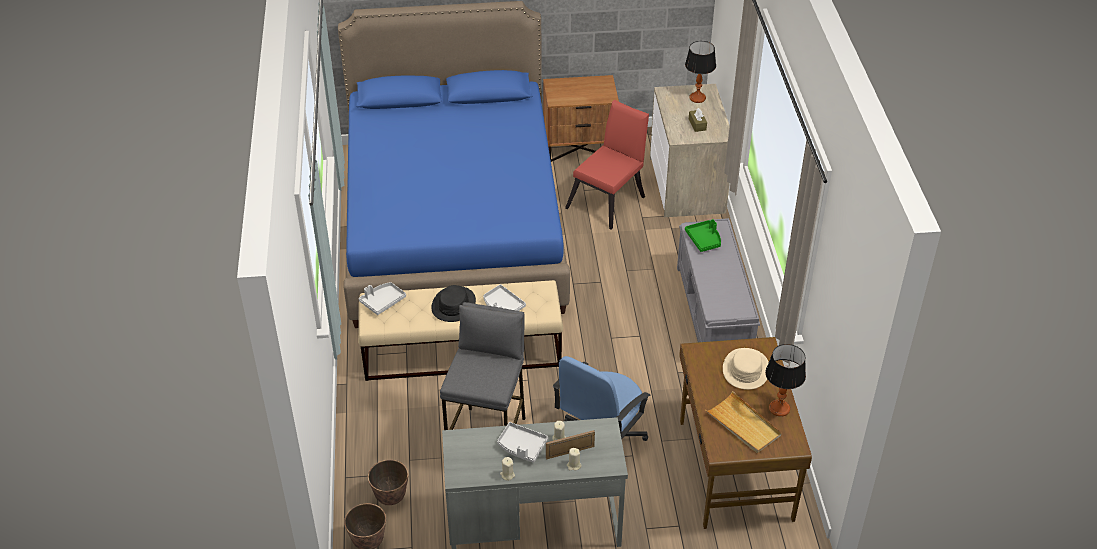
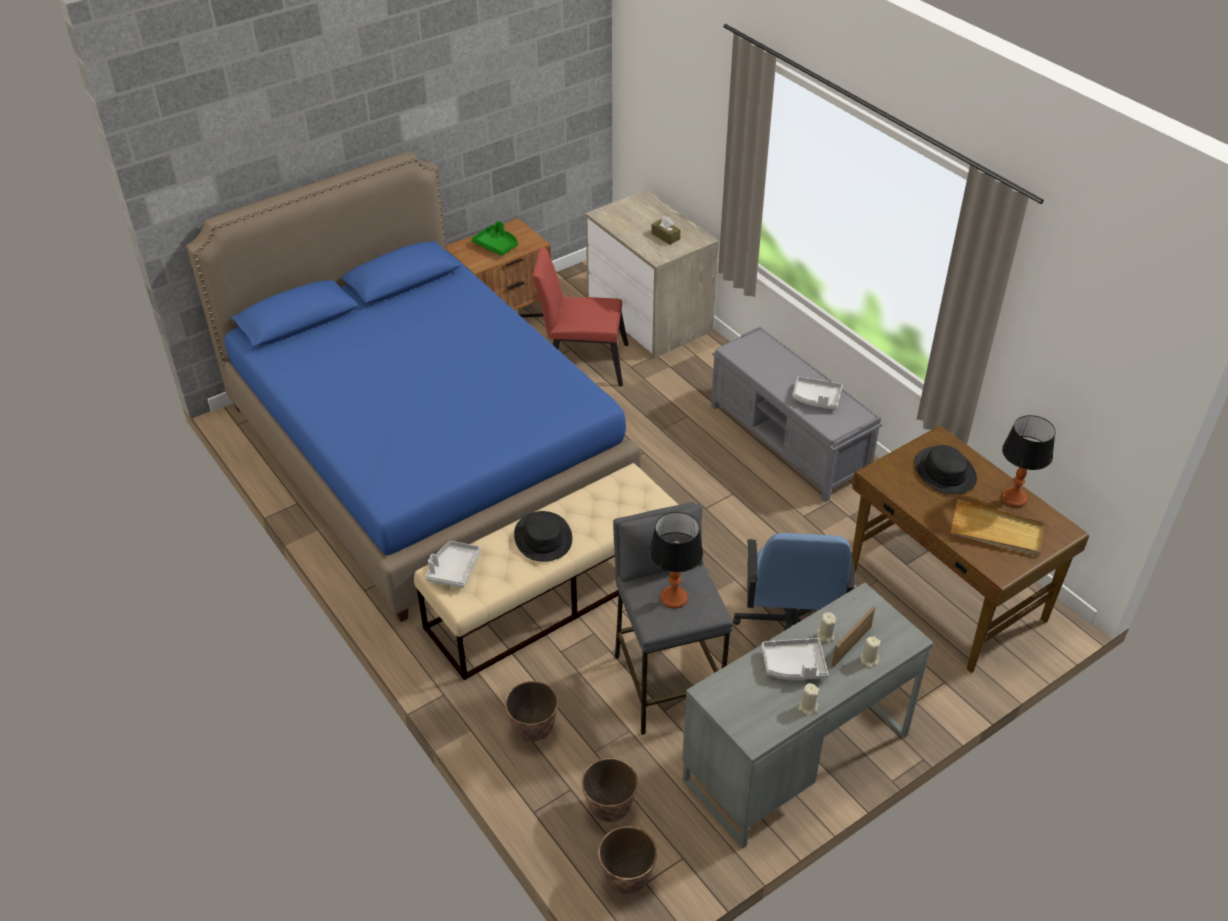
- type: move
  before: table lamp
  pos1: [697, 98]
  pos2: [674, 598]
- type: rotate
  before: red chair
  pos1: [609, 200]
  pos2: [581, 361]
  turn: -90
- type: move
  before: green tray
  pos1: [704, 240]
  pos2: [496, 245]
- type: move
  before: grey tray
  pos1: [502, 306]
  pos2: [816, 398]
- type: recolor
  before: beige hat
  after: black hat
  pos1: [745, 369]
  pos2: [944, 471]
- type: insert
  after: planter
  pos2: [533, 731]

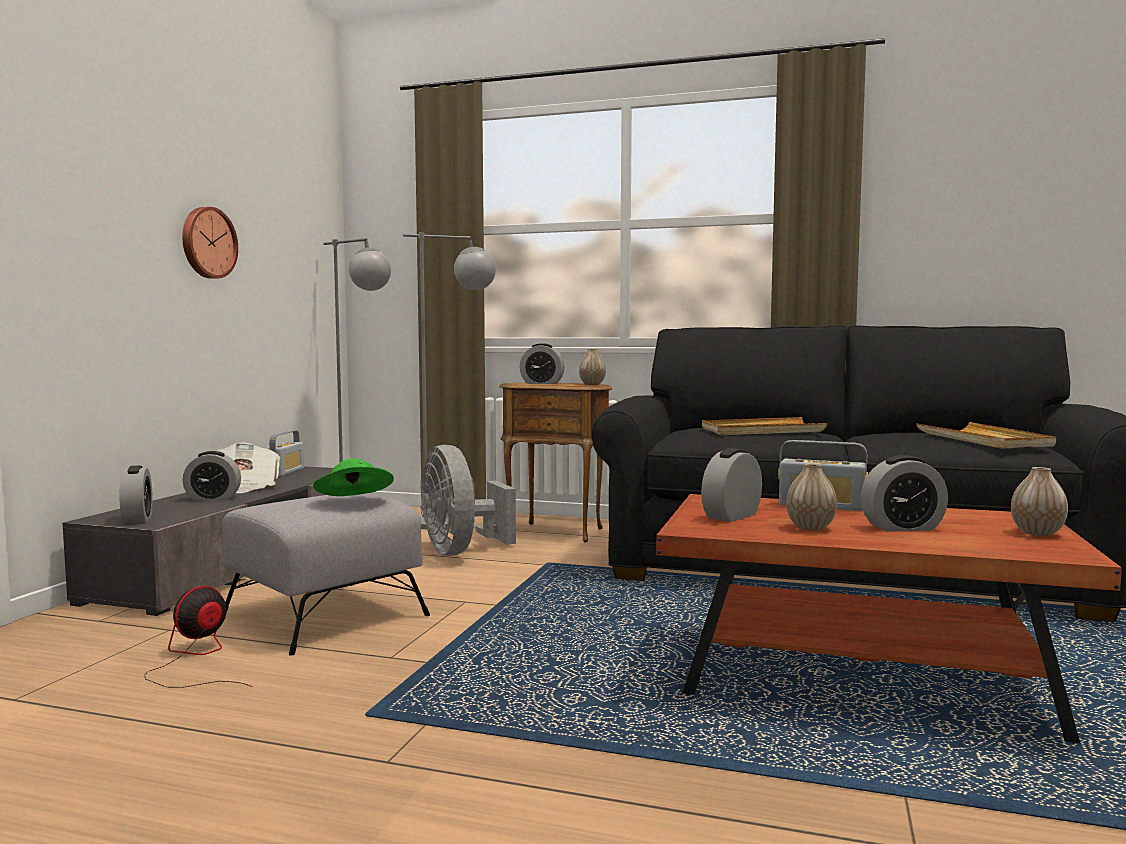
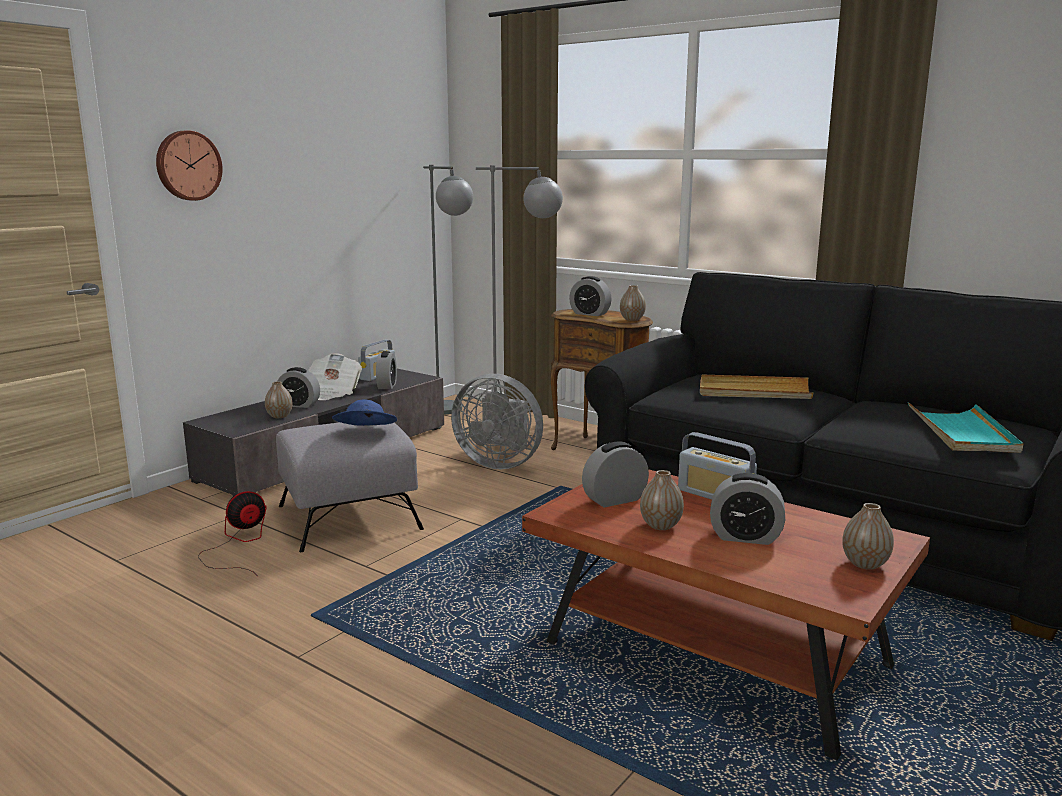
- type: move
  before: wall clock
  pos1: [207, 243]
  pos2: [187, 165]
- type: recolor
  before: beige tray
  after: turquoise tray
  pos1: [983, 440]
  pos2: [962, 432]
- type: rotate
  before: grey fan
  pos1: [460, 551]
  pos2: [499, 463]
  turn: -60
- type: recolor
  before: green hat
  after: blue hat
  pos1: [353, 501]
  pos2: [364, 433]
- type: move
  before: alarm clock
  pos1: [137, 519]
  pos2: [387, 386]
- type: insert
  after: vase
  pos2: [279, 416]

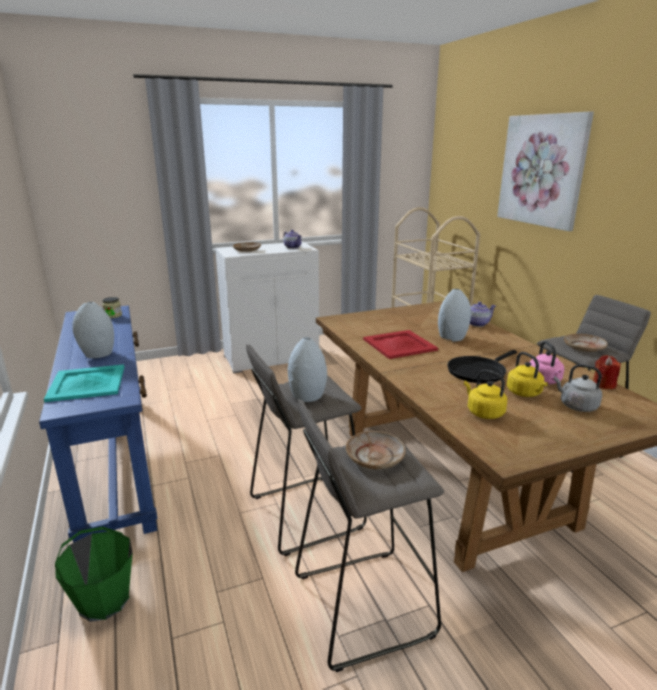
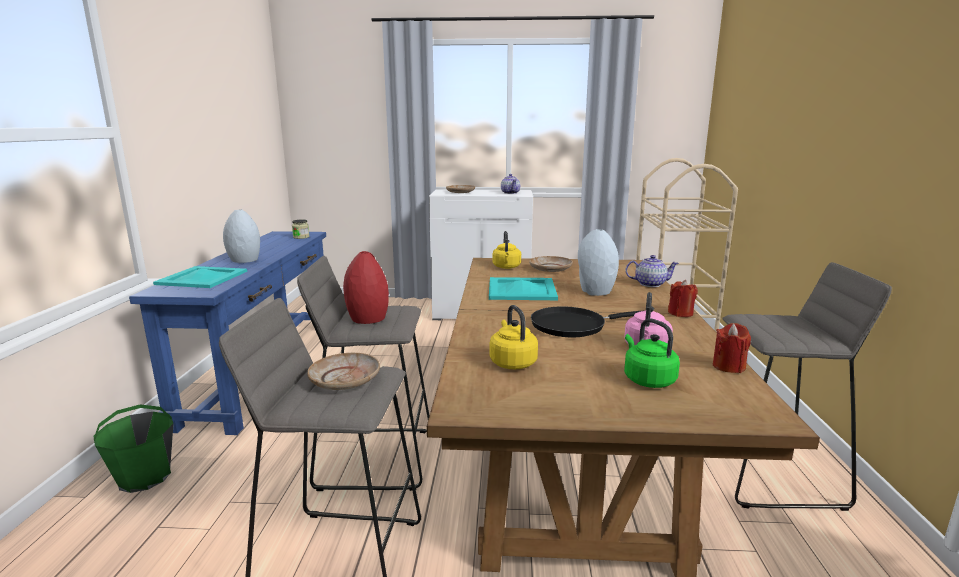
- type: delete
  before: picture
  pos1: [541, 170]
- type: recolor
  before: red tray
  after: turquoise tray
  pos1: [399, 344]
  pos2: [522, 289]
- type: move
  before: beige plate
  pos1: [584, 348]
  pos2: [550, 269]
- type: recolor
  before: grey vase
  after: red vase
  pos1: [306, 396]
  pos2: [367, 319]
- type: move
  before: yellow kettle
  pos1: [525, 393]
  pos2: [506, 267]
- type: recolor
  before: grey kettle
  after: green kettle
  pos1: [576, 406]
  pos2: [647, 379]
- type: insert
  after: red candle
  pos2: [680, 313]

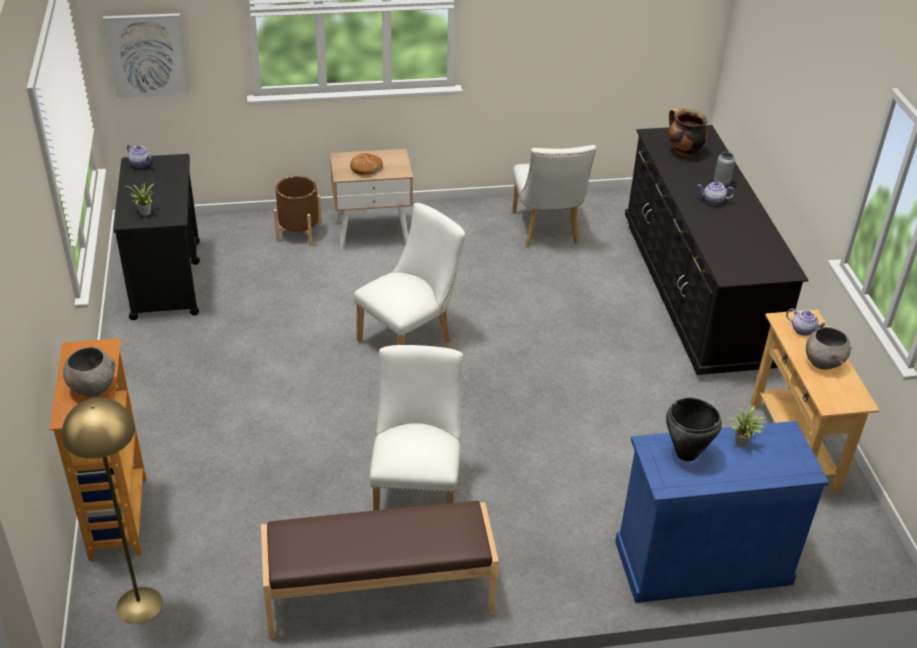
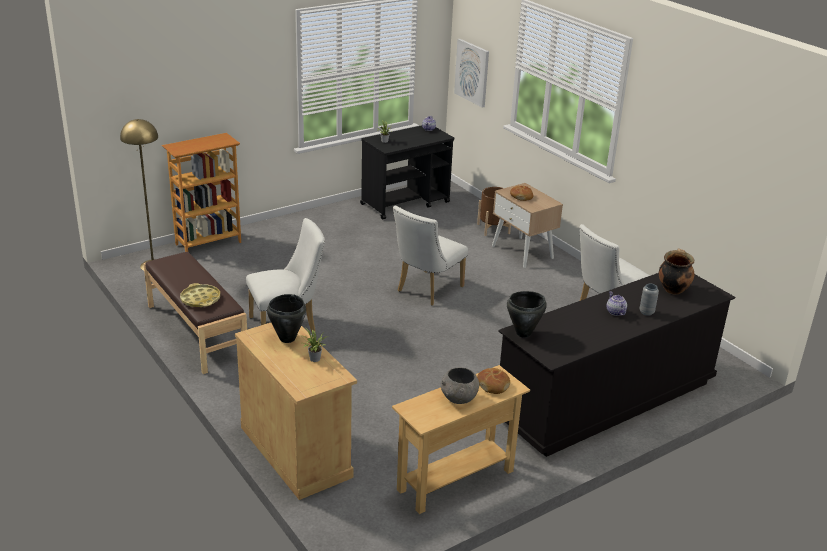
- type: rotate
  before: white chair
  pos1: [410, 339]
  pos2: [426, 290]
  turn: 105
- type: replace
  before: teapot
  after: bread
  pos1: [803, 330]
  pos2: [493, 385]
- type: delete
  before: grey bowl
  pos1: [93, 387]
- type: recolor
  before: blue cabinet
  after: beige cabinet
  pos1: [702, 562]
  pos2: [296, 451]
- type: insert
  after: yellow tray
  pos2: [200, 299]
- type: insert
  after: black cooking pot
  pos2: [523, 333]

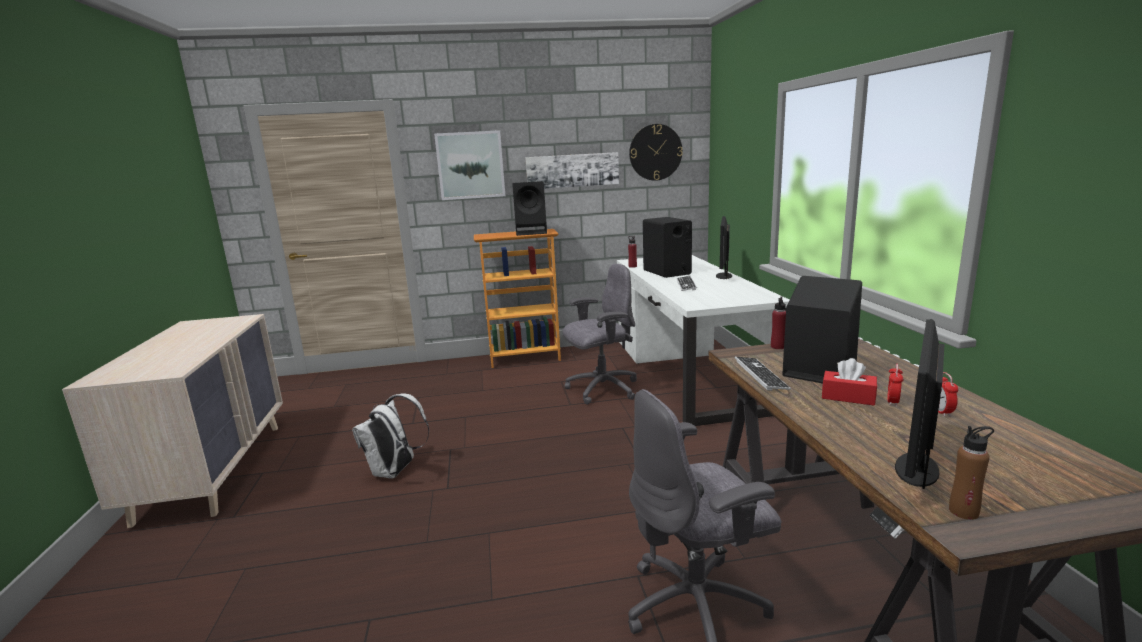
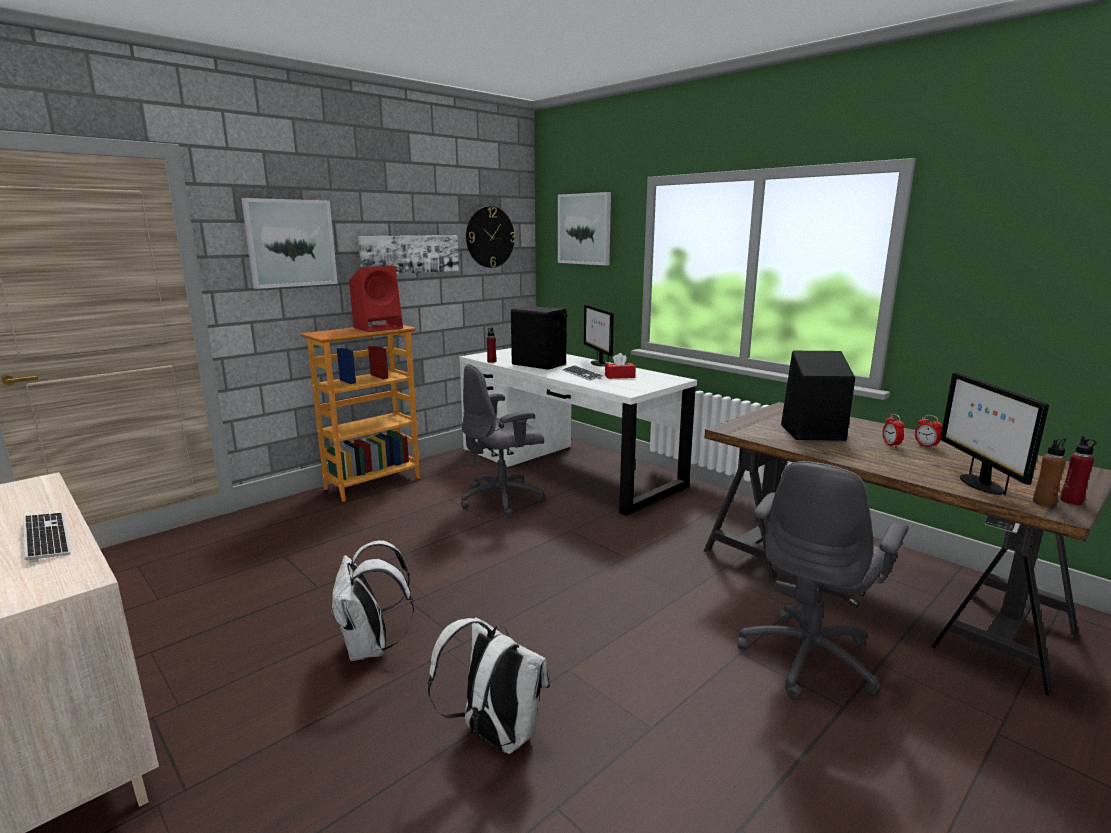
- type: recolor
  before: black speaker
  after: red speaker
  pos1: [532, 232]
  pos2: [379, 328]
- type: rotate
  before: grey office chair
  pos1: [601, 389]
  pos2: [503, 499]
  turn: -150
- type: move
  before: red bottle
  pos1: [777, 347]
  pos2: [1071, 501]
- type: move
  before: keyboard
  pos1: [760, 375]
  pos2: [46, 538]
- type: move
  before: red tissue box
  pos1: [848, 397]
  pos2: [619, 376]
- type: insert
  after: picture
  pos2: [584, 229]
- type: insert
  after: white backpack
  pos2: [494, 735]

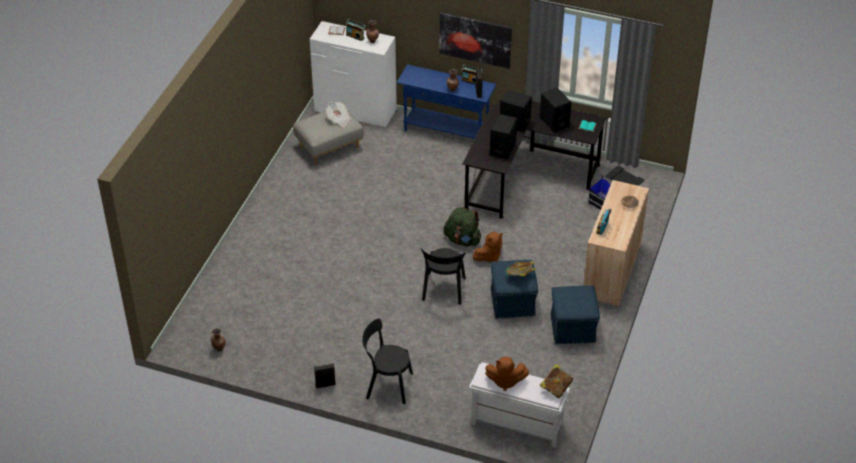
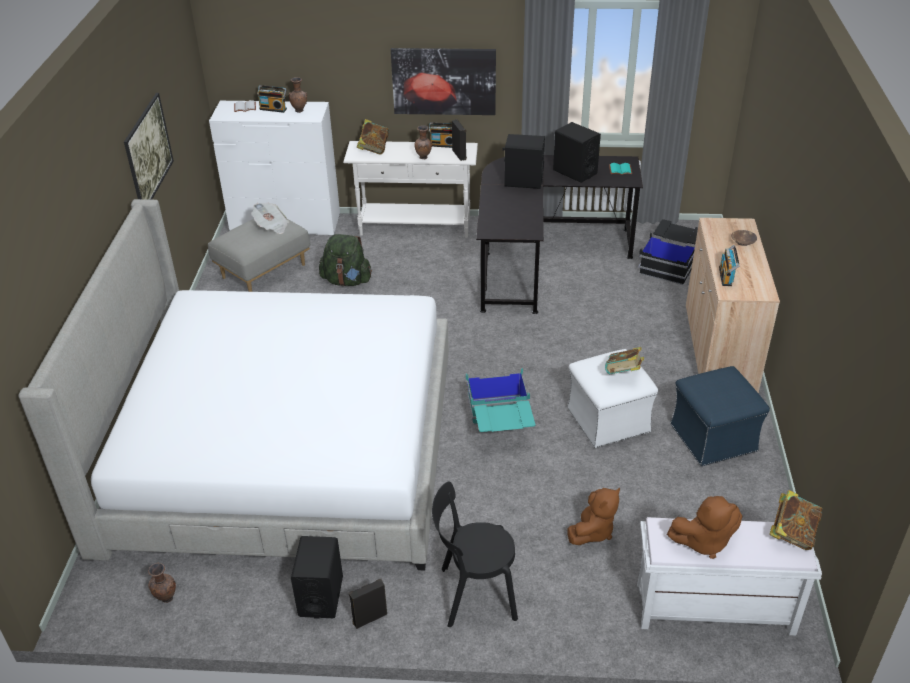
- type: recolor
  before: blue console table
  after: white console table
  pos1: [446, 132]
  pos2: [415, 227]
- type: move
  before: black speaker
  pos1: [502, 149]
  pos2: [321, 596]
- type: move
  before: green backpack
  pos1: [462, 240]
  pos2: [347, 281]
- type: move
  before: brown plush toy
  pos1: [489, 256]
  pos2: [592, 531]
- type: replace
  before: black chair
  after: turquoise storage box
  pos1: [443, 291]
  pos2: [500, 424]
- type: recolor
  before: blue ottoman
  after: white ottoman
  pos1: [512, 302]
  pos2: [607, 419]
- type: insert
  after: picture
  pos2: [152, 169]
- type: insert
  after: book
  pos2: [373, 149]
- type: insert
  after: bed
  pos2: [283, 450]

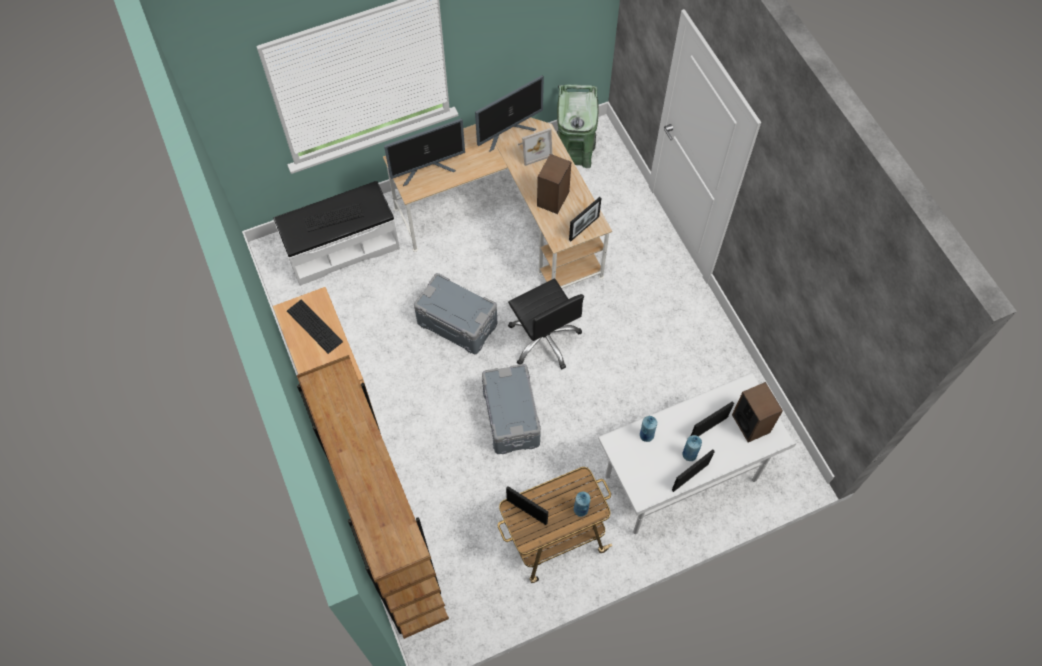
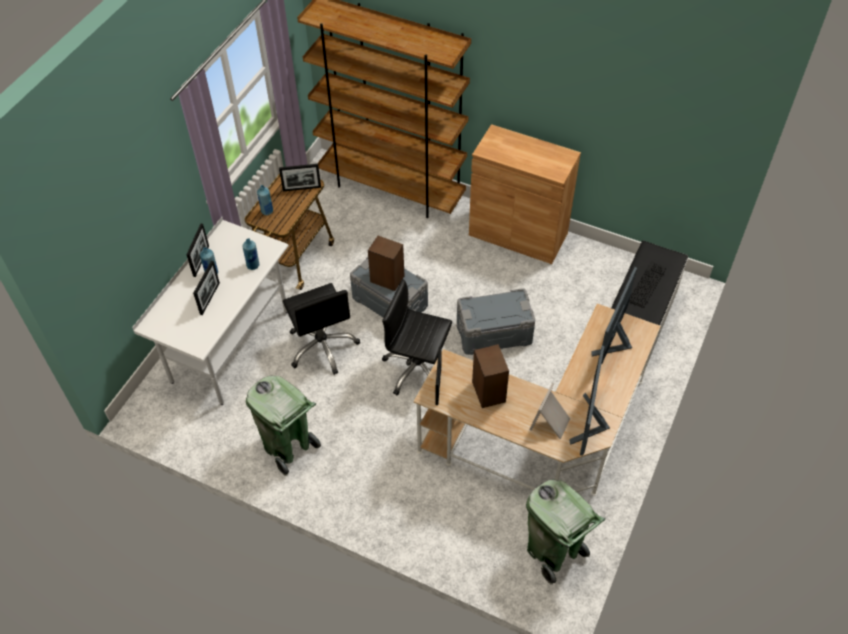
- type: delete
  before: keyboard
  pos1: [314, 326]
- type: move
  before: speaker
  pos1: [751, 423]
  pos2: [387, 279]
- type: insert
  after: black office chair
  pos2: [322, 346]
- type: insert
  after: green trash can
  pos2: [288, 447]

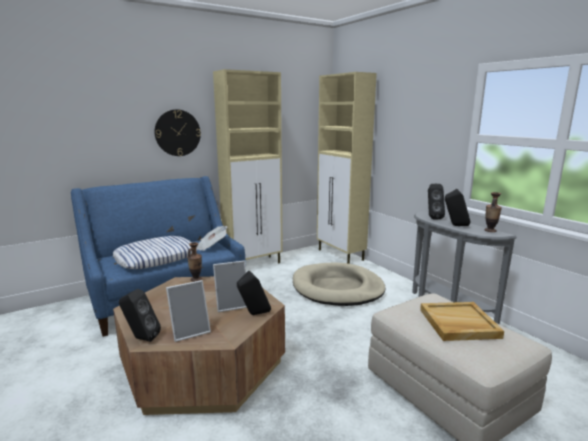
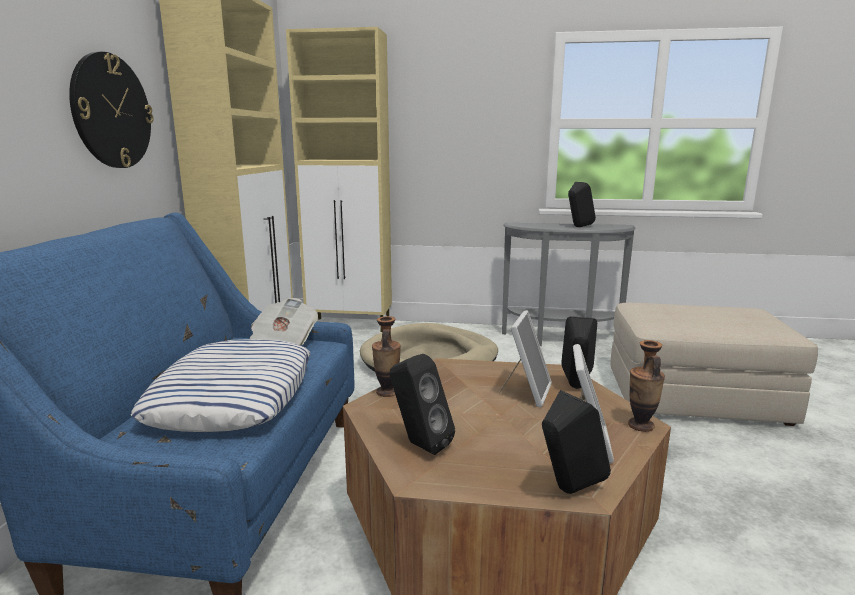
- type: move
  before: black speaker
  pos1: [432, 218]
  pos2: [419, 445]
- type: move
  before: vase
  pos1: [490, 230]
  pos2: [641, 425]
- type: delete
  before: beige tray
  pos1: [458, 323]

